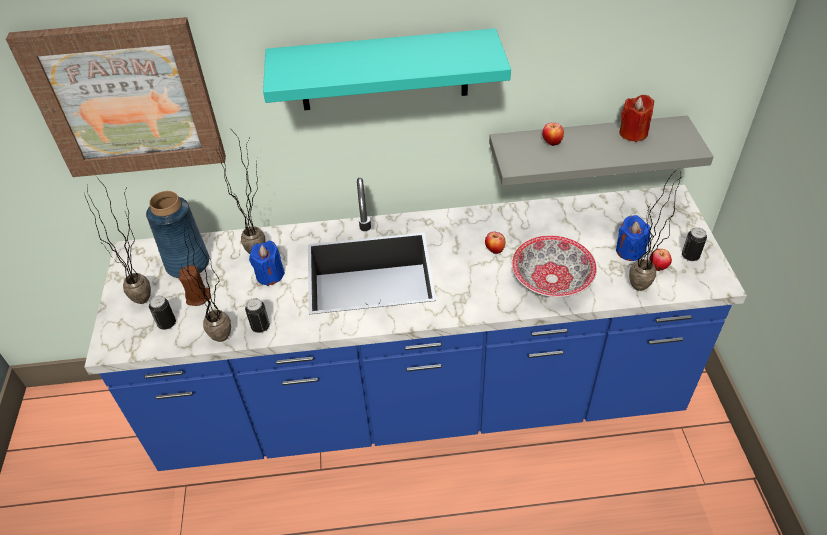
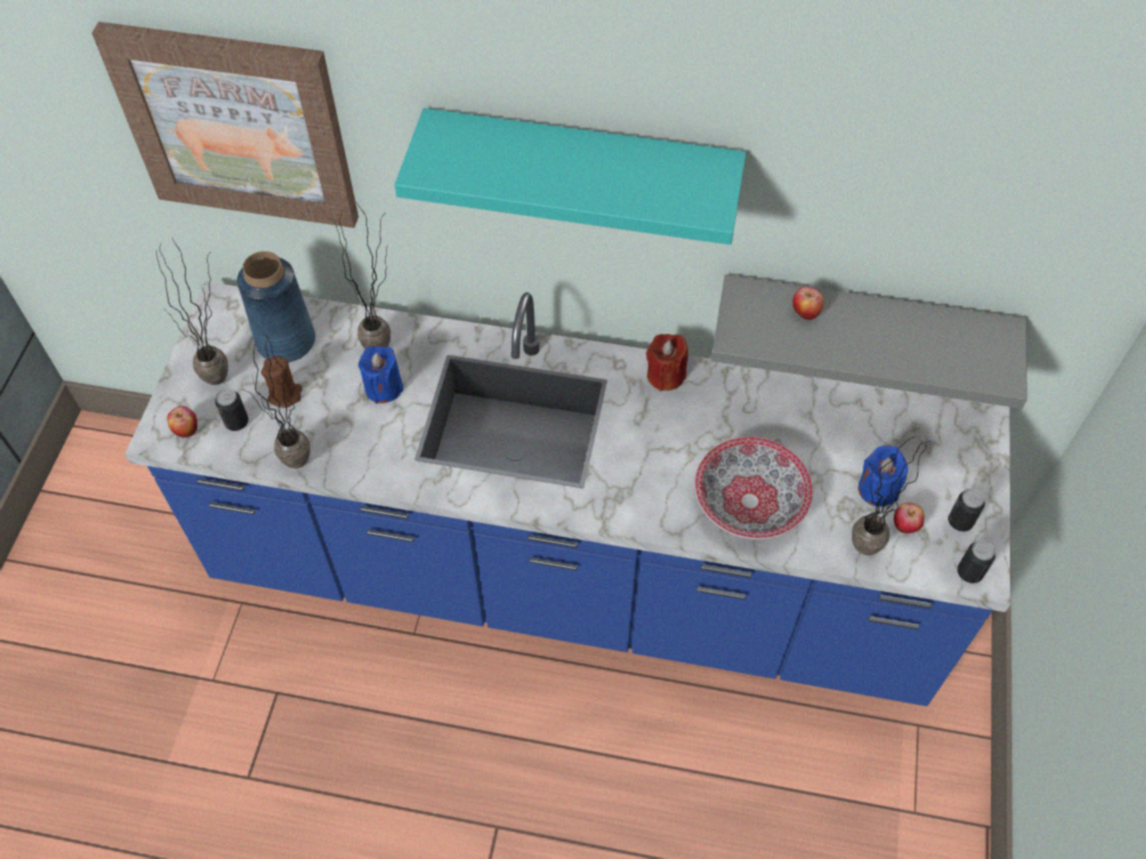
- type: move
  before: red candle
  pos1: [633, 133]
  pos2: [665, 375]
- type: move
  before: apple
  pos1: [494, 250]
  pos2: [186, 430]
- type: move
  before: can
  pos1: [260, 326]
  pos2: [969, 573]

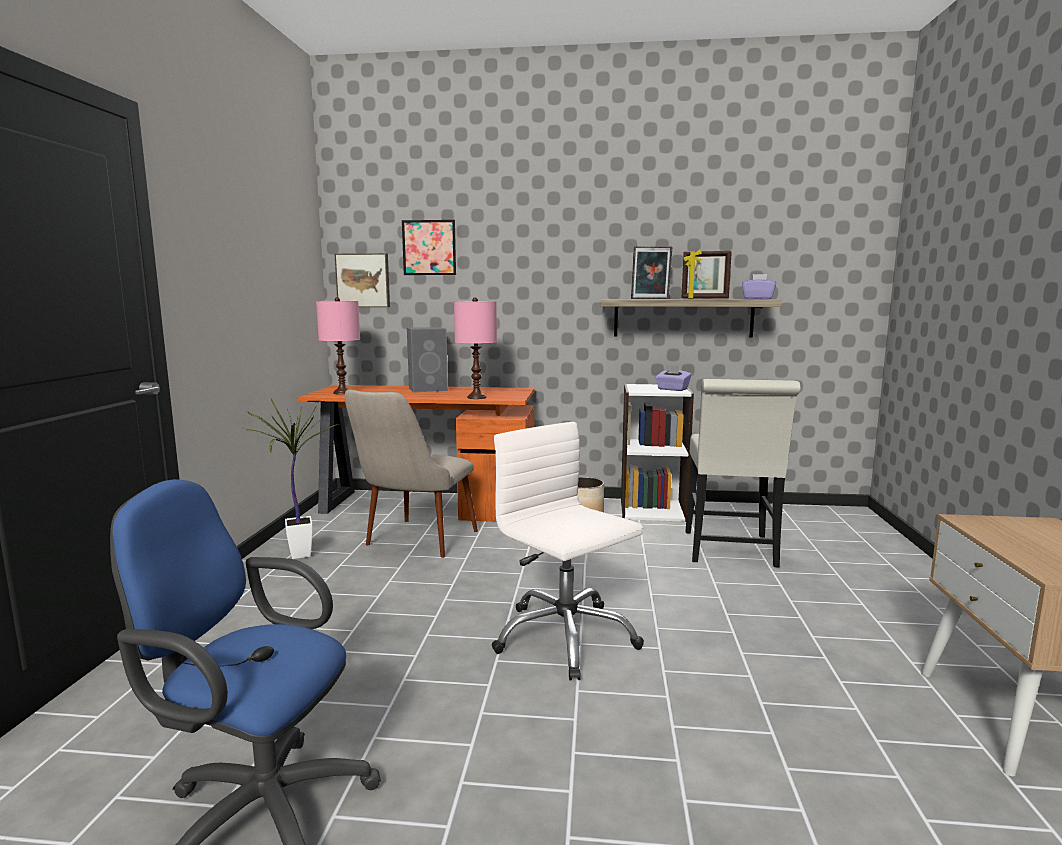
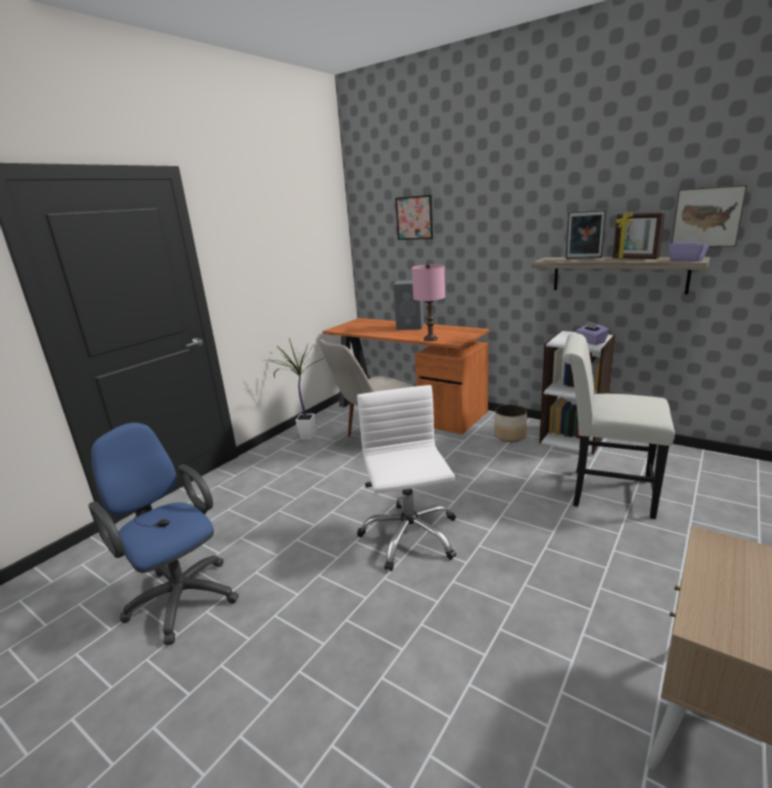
- type: move
  before: picture
  pos1: [363, 280]
  pos2: [707, 217]
- type: delete
  before: pink table lamp
  pos1: [342, 393]
- type: rotate
  before: white chair
  pos1: [730, 552]
  pos2: [604, 491]
  turn: 75

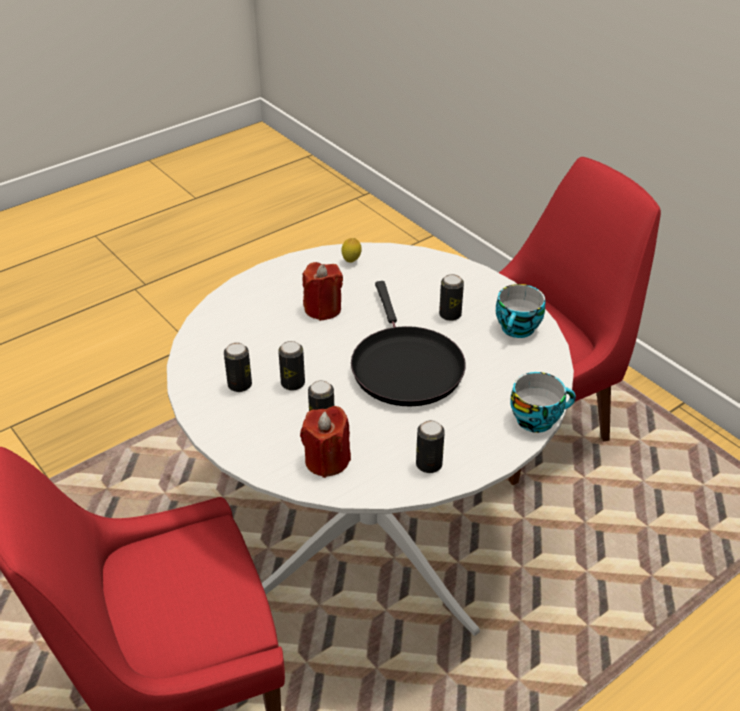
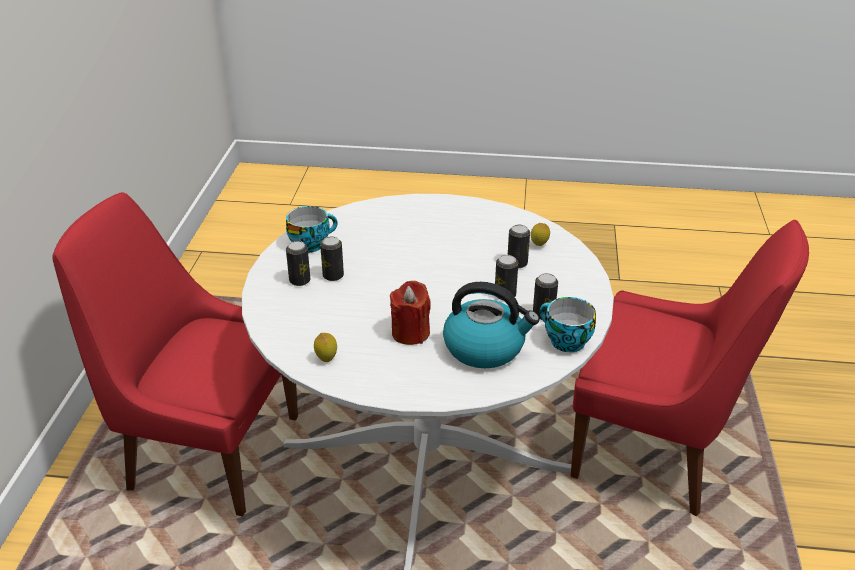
- type: delete
  before: black frying pan
  pos1: [404, 366]
- type: move
  before: cup
  pos1: [537, 418]
  pos2: [564, 341]
- type: replace
  before: red candle
  after: lemon
  pos1: [327, 460]
  pos2: [539, 245]
- type: move
  before: can
  pos1: [429, 465]
  pos2: [300, 280]
- type: insert
  after: kettle
  pos2: [485, 348]

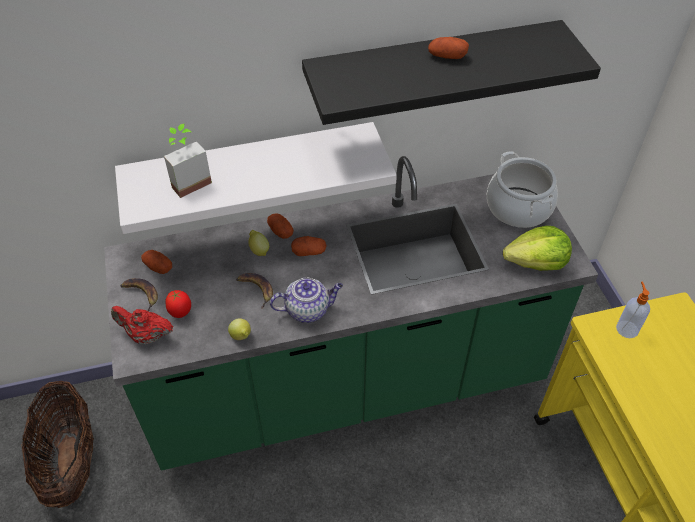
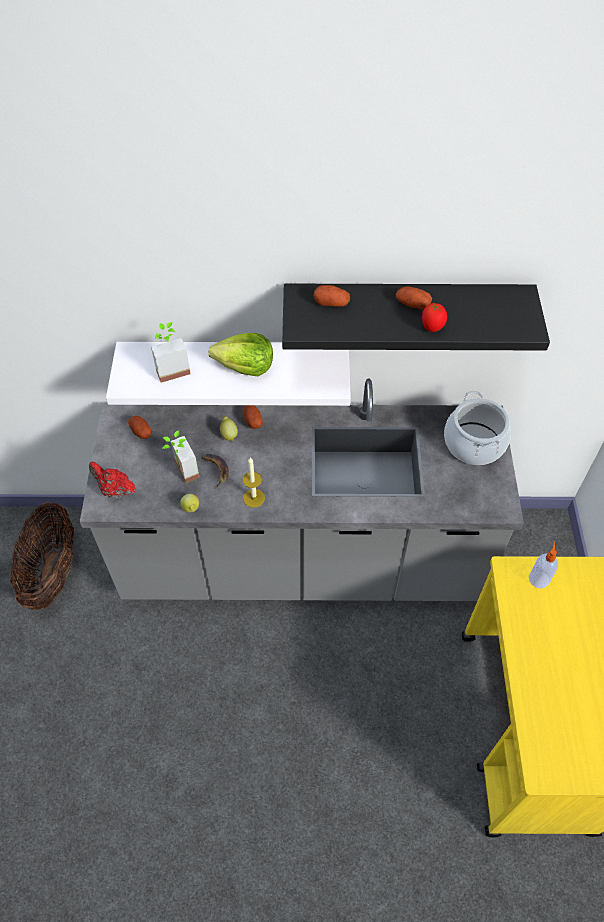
- type: recolor
  before: green counter
  after: grey counter
  pos1: [347, 386]
  pos2: [302, 563]
- type: move
  before: lettuce
  pos1: [536, 263]
  pos2: [245, 367]
- type: move
  before: potato
  pos1: [309, 252]
  pos2: [331, 303]
- type: delete
  before: banana
  pos1: [141, 294]
- type: replace
  before: teapot
  after: candle
  pos1: [308, 309]
  pos2: [254, 498]
- type: move
  before: tomato
  pos1: [181, 312]
  pos2: [432, 328]
- type: insert
  after: potted plant
  pos2: [181, 471]

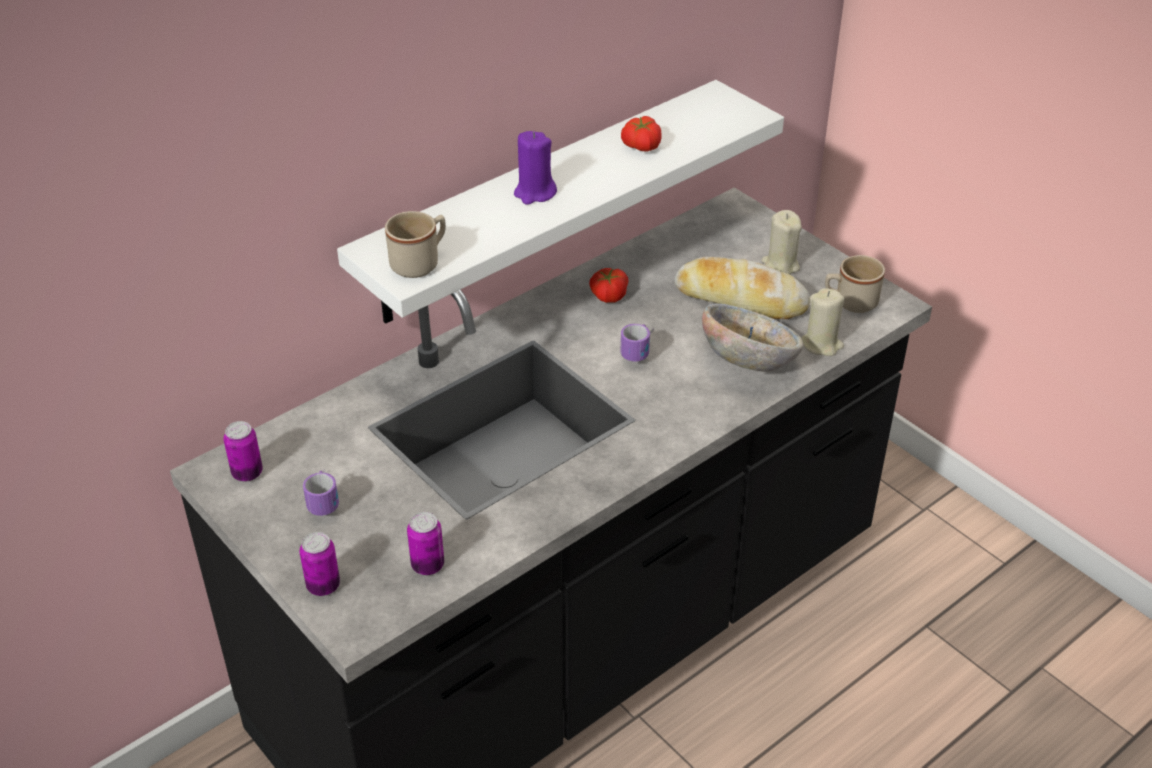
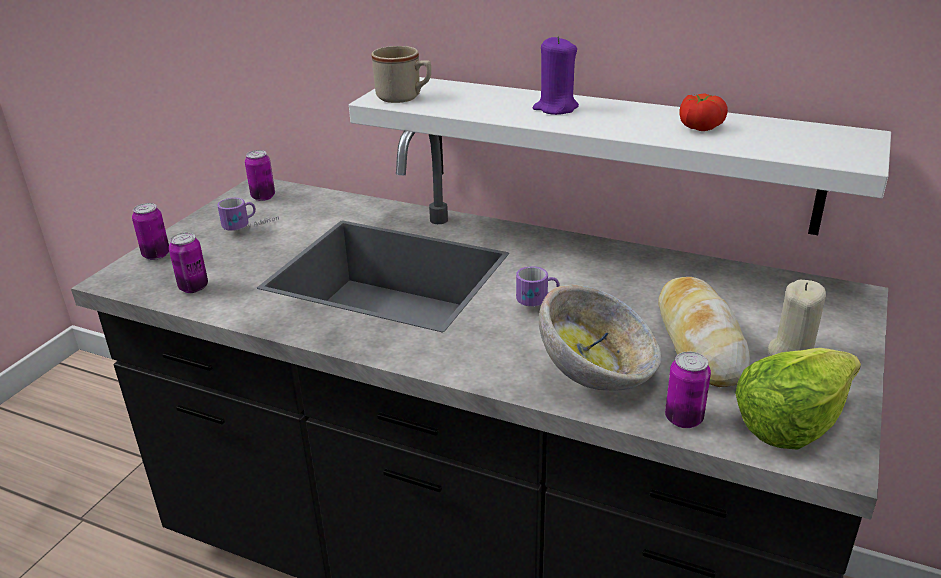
- type: replace
  before: beige mug
  after: lettuce
  pos1: [850, 302]
  pos2: [790, 421]
- type: delete
  before: tomato
  pos1: [608, 295]
- type: replace
  before: beige candle
  after: can
  pos1: [821, 344]
  pos2: [683, 419]

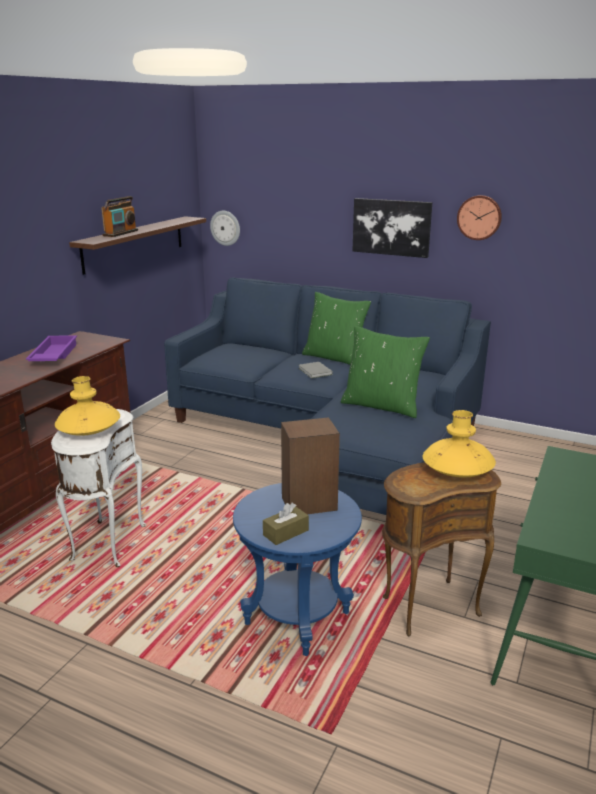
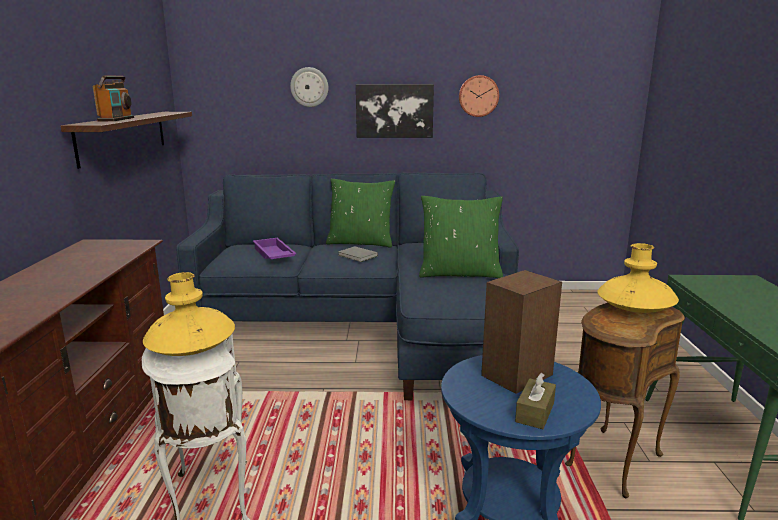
- type: move
  before: wall clock
  pos1: [225, 228]
  pos2: [309, 87]
- type: move
  before: purple tray
  pos1: [53, 355]
  pos2: [273, 255]

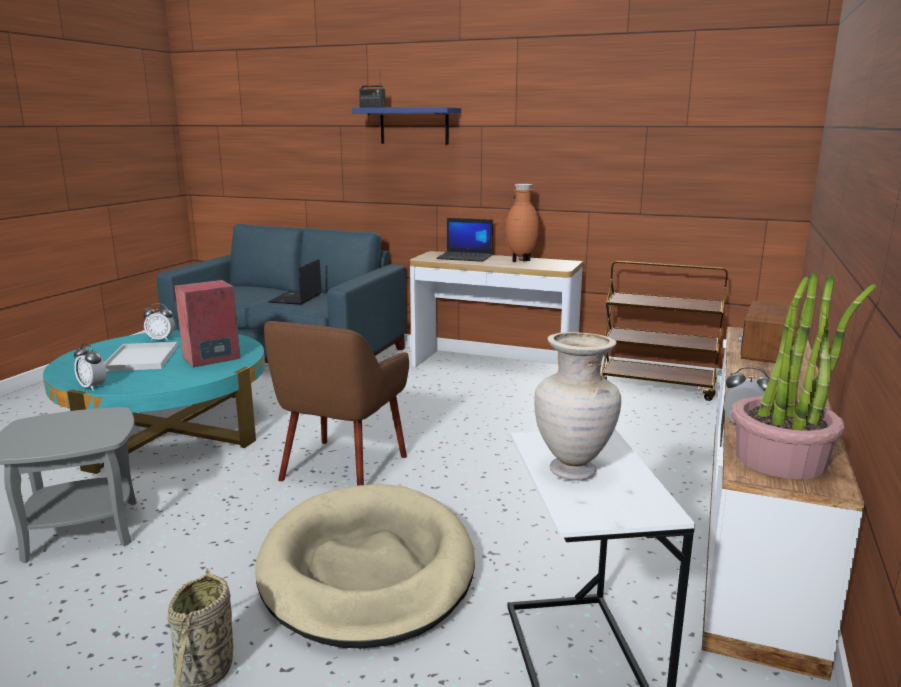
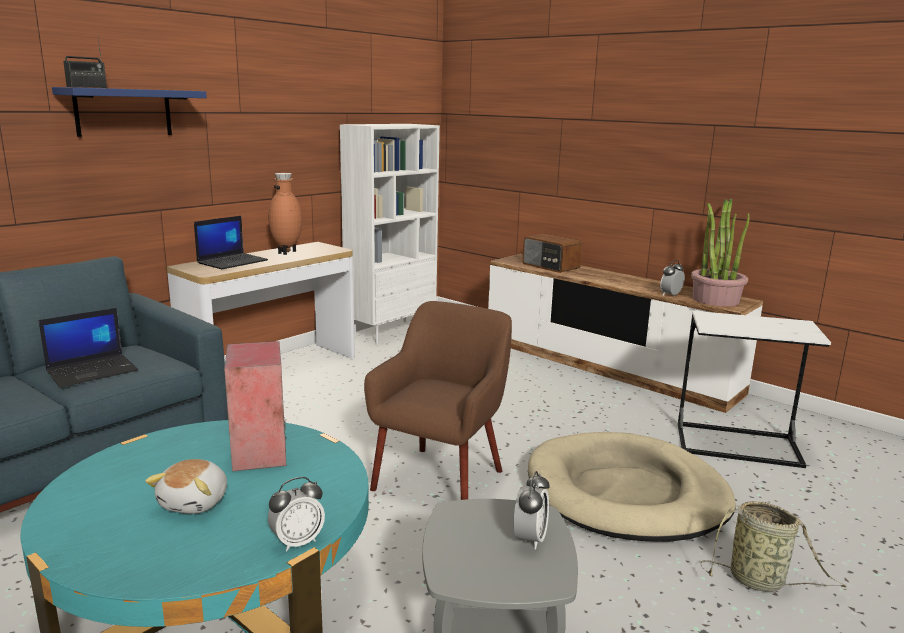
- type: rotate
  before: laptop
  pos1: [296, 298]
  pos2: [93, 370]
  turn: -75
- type: replace
  before: brown cart
  after: white bookcase
  pos1: [657, 386]
  pos2: [391, 332]
- type: move
  before: alarm clock
  pos1: [161, 339]
  pos2: [530, 539]
- type: rotate
  before: brown armchair
  pos1: [341, 468]
  pos2: [441, 479]
  turn: -105
- type: delete
  before: beige vase
  pos1: [574, 471]
- type: replace
  before: white tray
  after: plush toy
  pos1: [142, 358]
  pos2: [195, 502]

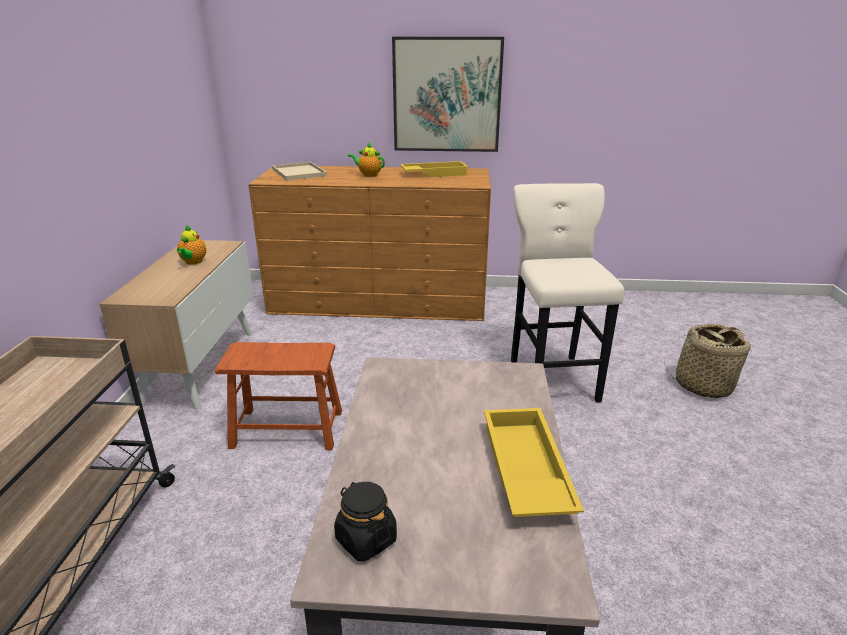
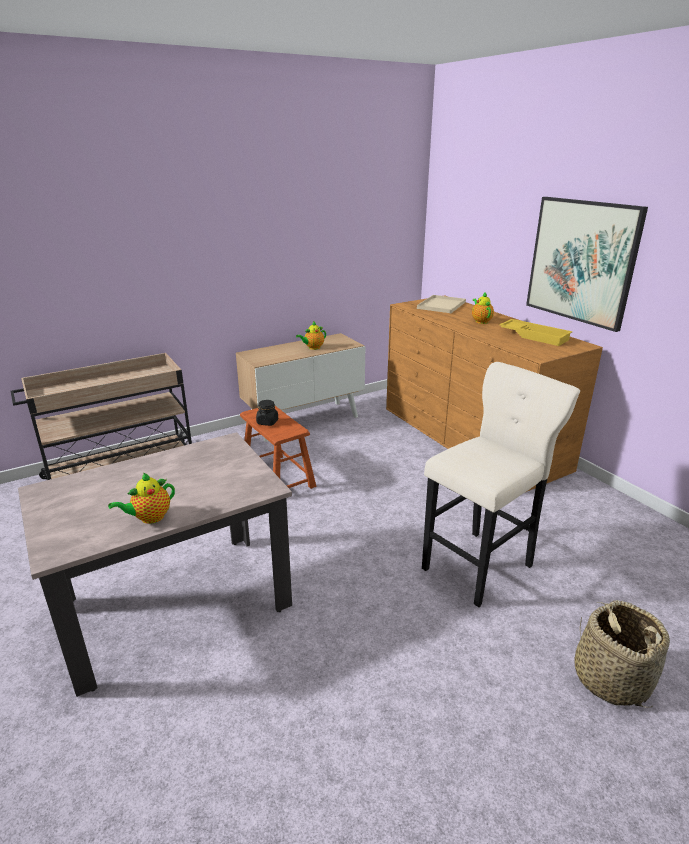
- type: replace
  before: yellow tray
  after: teapot
  pos1: [523, 470]
  pos2: [149, 518]
- type: move
  before: black jar
  pos1: [366, 539]
  pos2: [267, 422]

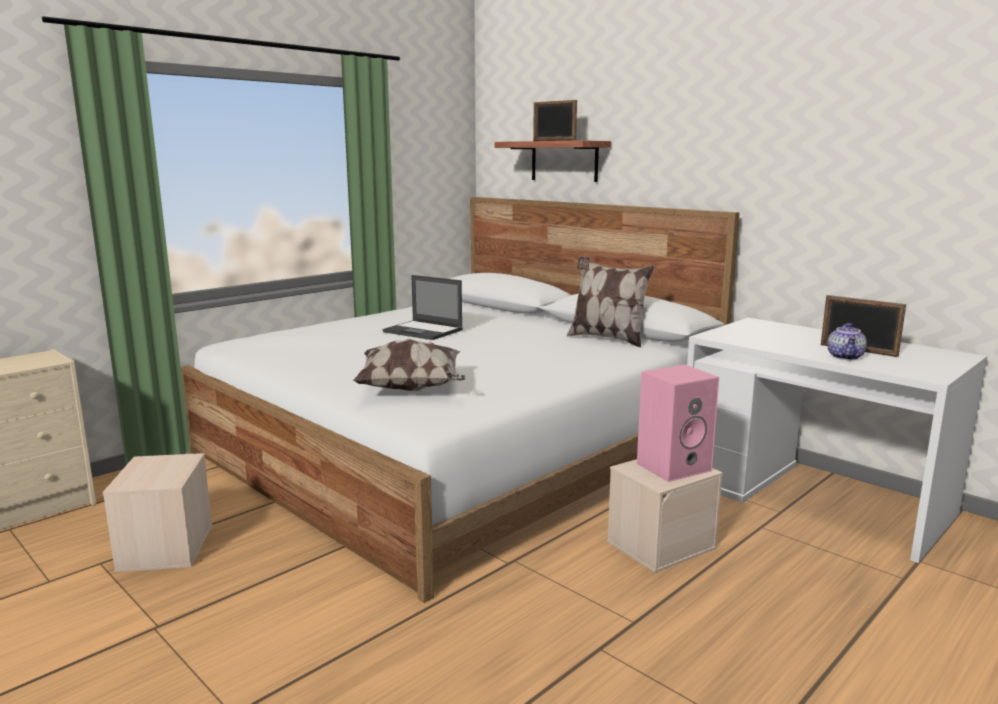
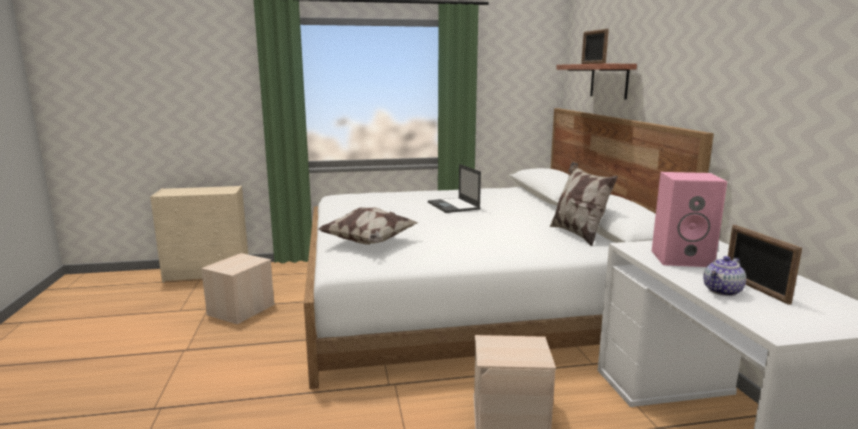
- type: move
  before: pink speaker
  pos1: [674, 466]
  pos2: [682, 258]

